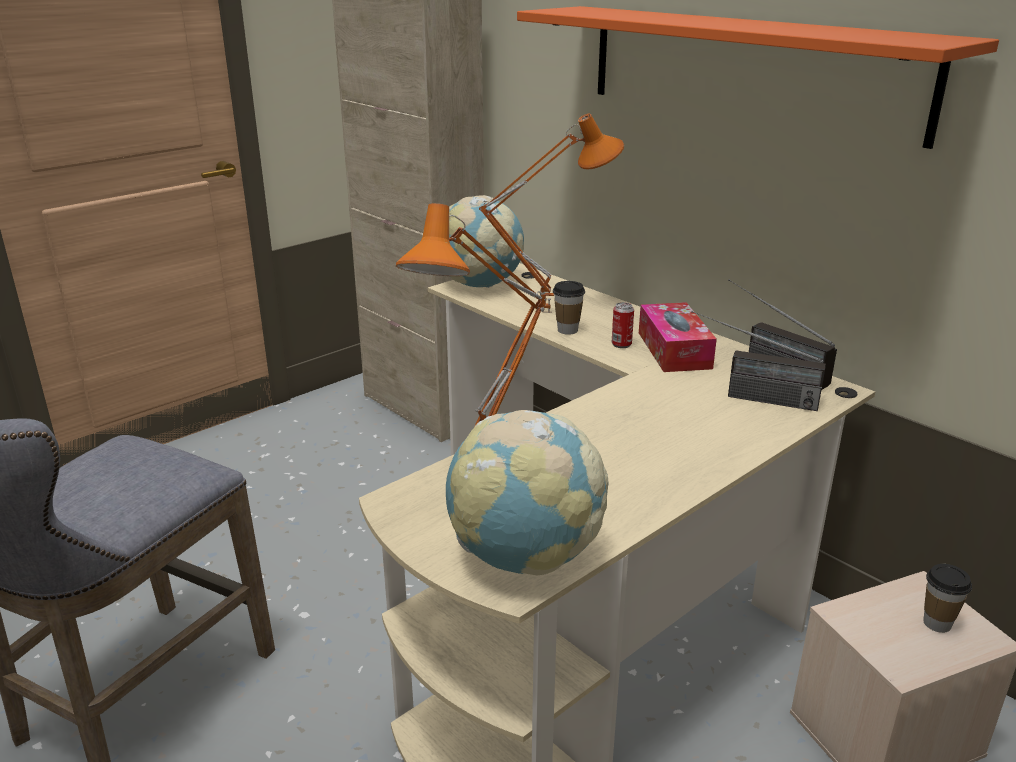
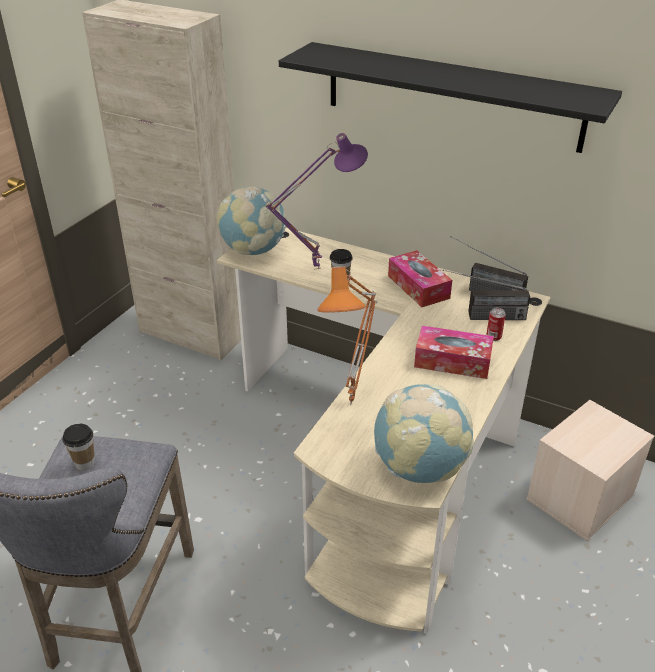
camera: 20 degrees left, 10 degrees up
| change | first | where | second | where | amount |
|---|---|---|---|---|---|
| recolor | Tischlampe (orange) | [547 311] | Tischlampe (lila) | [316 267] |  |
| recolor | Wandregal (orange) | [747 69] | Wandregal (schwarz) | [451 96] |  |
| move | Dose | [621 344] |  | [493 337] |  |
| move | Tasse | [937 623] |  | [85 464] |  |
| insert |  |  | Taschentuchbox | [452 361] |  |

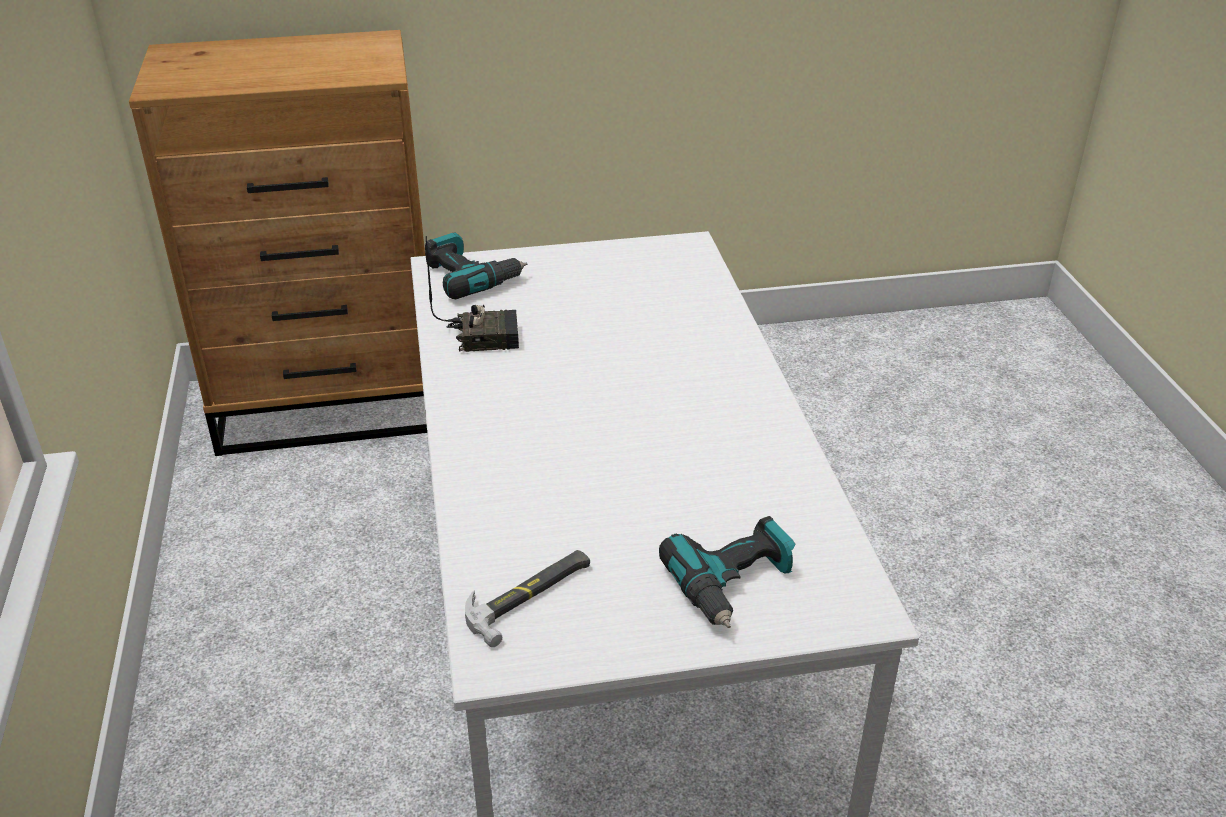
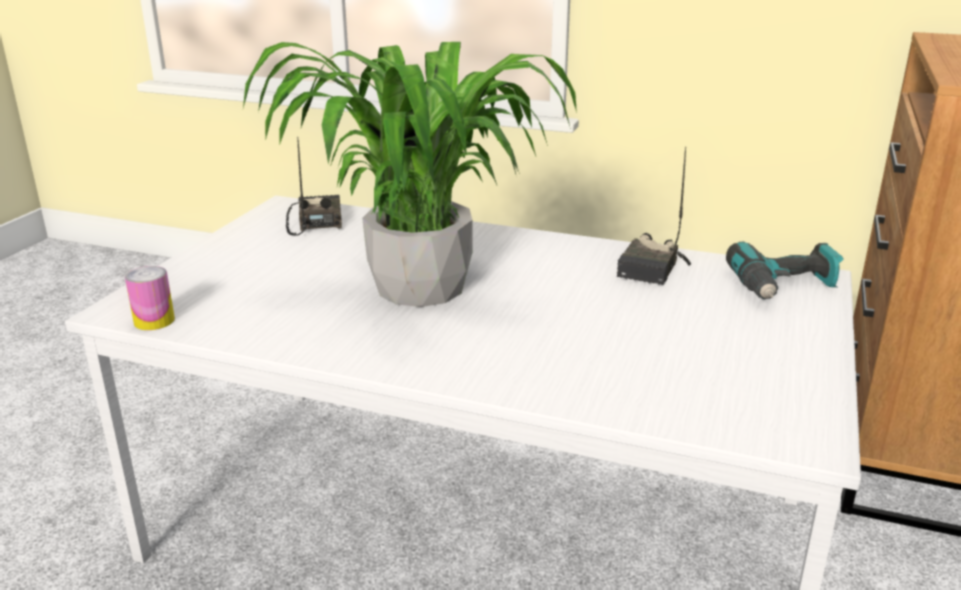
camera: 120 degrees right, 10 degrees down
| change | first | where | second | where | amount |
|---|---|---|---|---|---|
| replace | Hammer | [530 597] | Radio | [315 222] |  |
| delete | Bohrmaschine | [734 585] |  |  |  |
| insert |  |  | Dose | [154 321] |  |
| insert |  |  | Topfpflanze | [422 287] |  |

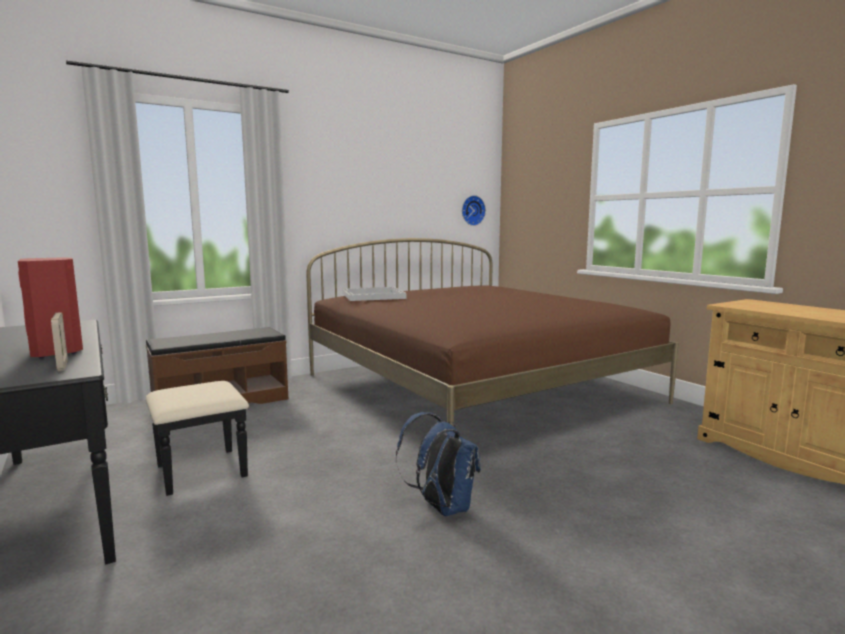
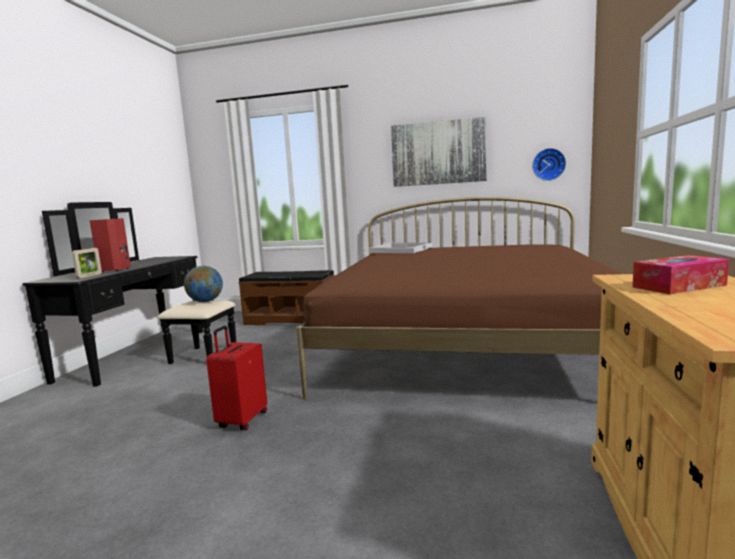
camera: 45 degrees right, 0 degrees up
| change | first | where | second | where | amount |
|---|---|---|---|---|---|
| replace | Rucksack (blau) | [441 507] | Koffer (rot) | [242 420] |  |
| insert |  |  | Globus | [205 301] |  |
| insert |  |  | Bild | [438 153] |  |
| insert |  |  | Taschentuchbox | [678 286] |  |

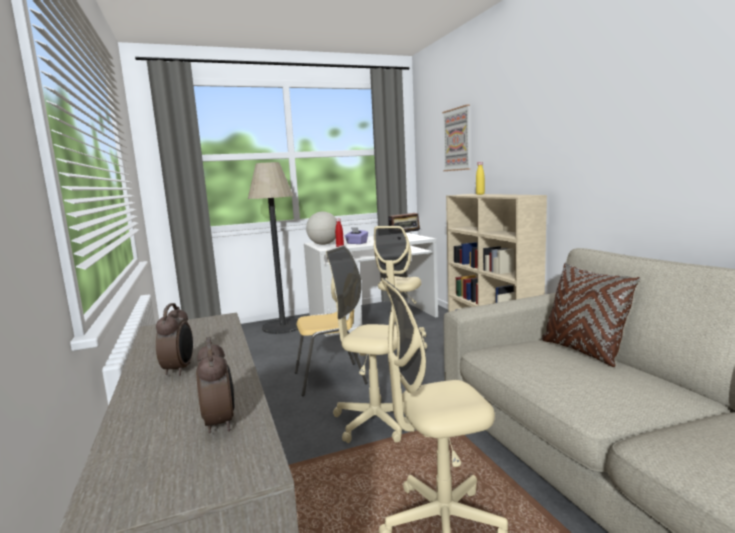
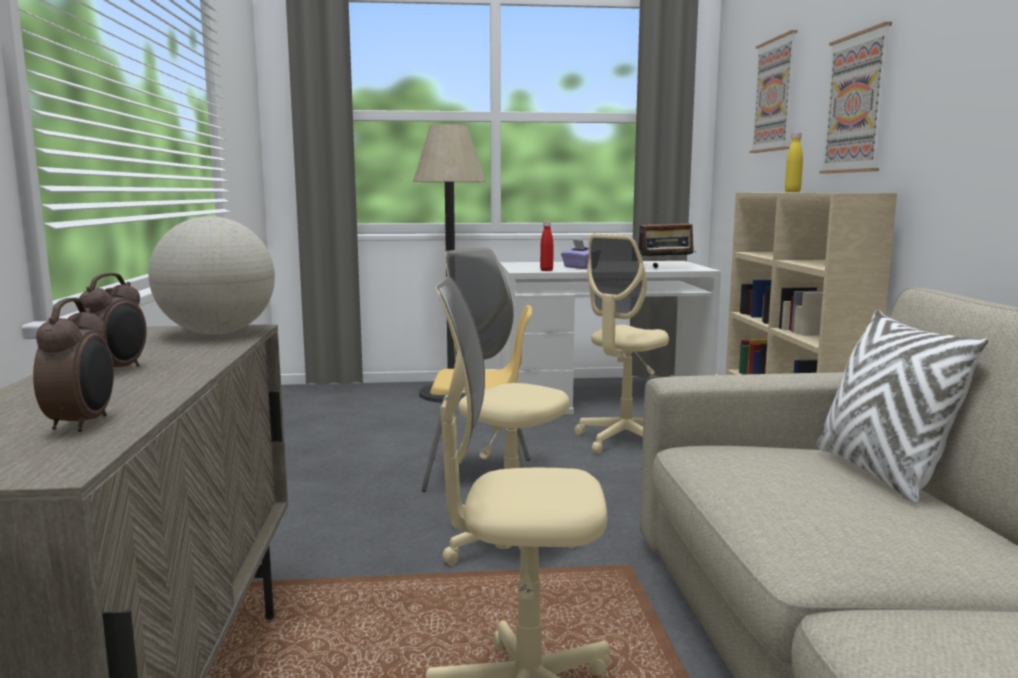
camera: 15 degrees right, 0 degrees up
| change | first | where | second | where | amount |
|---|---|---|---|---|---|
| move | Globus | [324 244] |  | [217 333] |  |
| recolor | Kissen (braun) | [582 351] | Kissen (weiß) | [880 474] |  |
| insert |  |  | Bild | [856 103] |  |

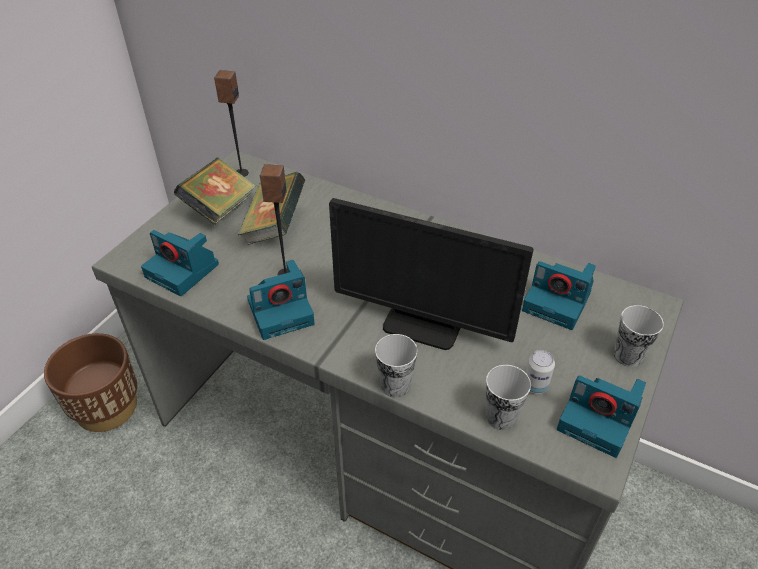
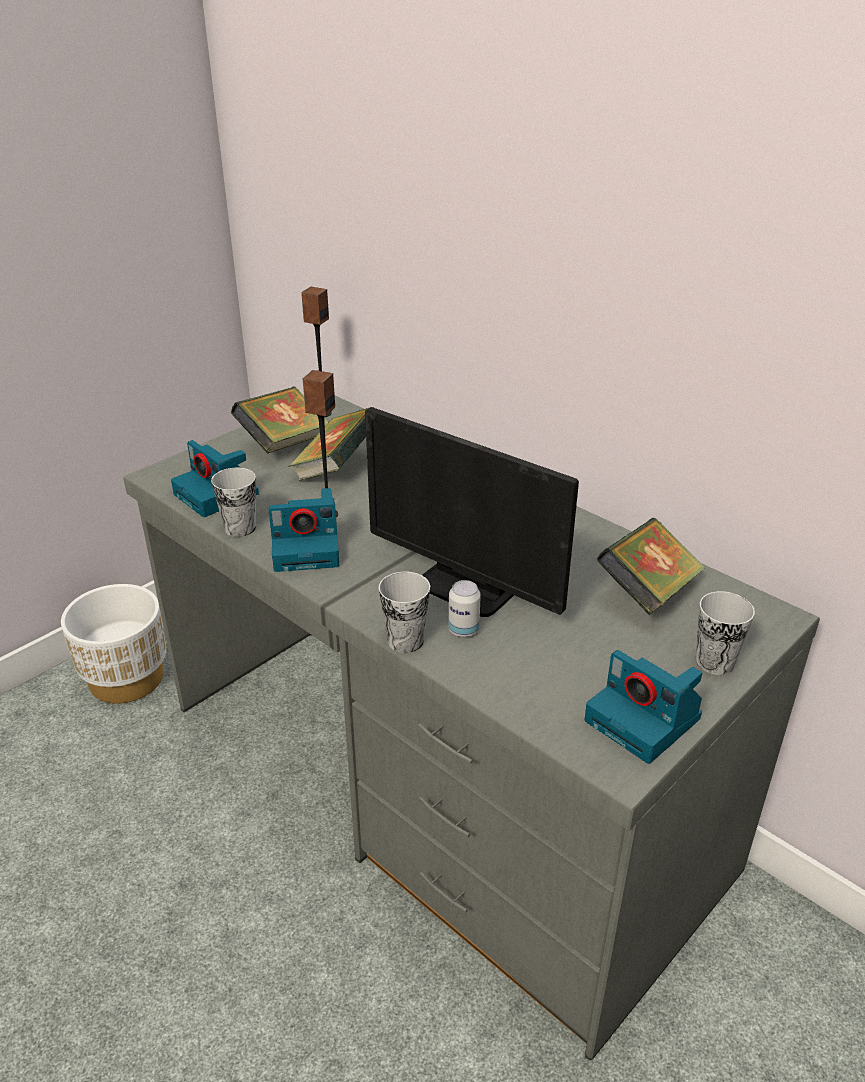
camera: 15 degrees right, 10 degrees down
| change | first | where | second | where | amount |
|---|---|---|---|---|---|
| recolor | Pflanzkübel (braun) | [106 407] | Pflanzkübel (weiß) | [126 679] |  |
| move | Tasse | [501 417] |  | [240 528] |  |
| replace | Kamera | [558 302] | Buch | [647 592] |  |
| move | Dose | [535 386] |  | [463 630] |  |

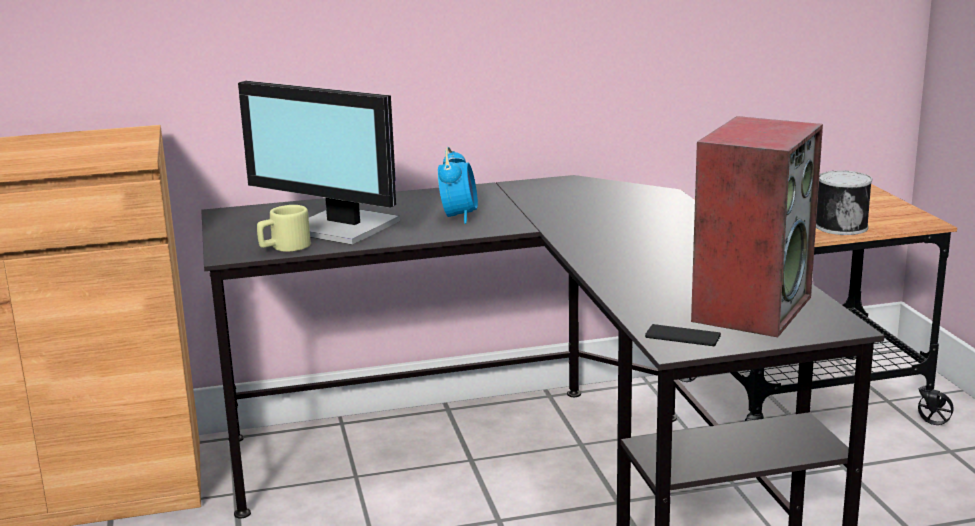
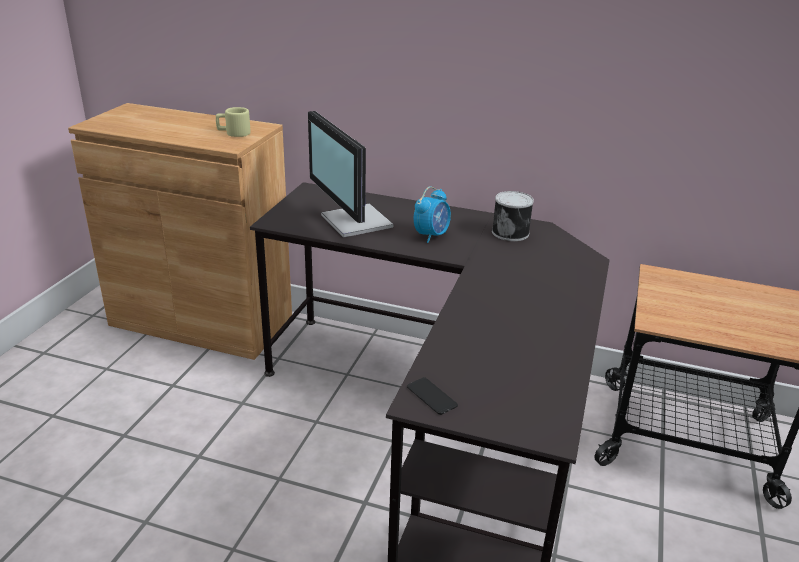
camera: 30 degrees right, 10 degrees up
| change | first | where | second | where | amount |
|---|---|---|---|---|---|
| move | Henkelbecher (beige) | [284 247] |  | [233 133] |  |
| delete | Lautsprecher | [750 308] |  |  |  |
| move | Dose | [841 226] |  | [511 232] |  |

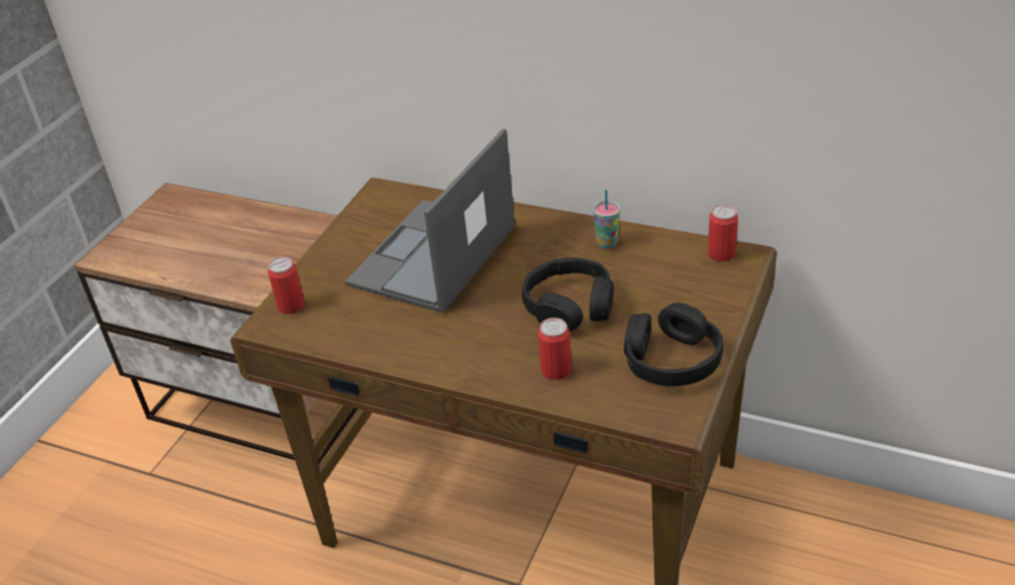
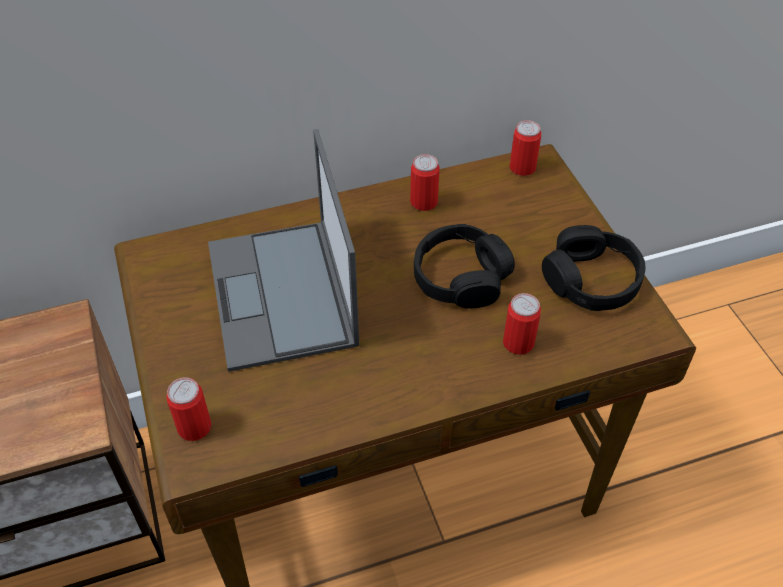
camera: 45 degrees left, 10 degrees up
| change | first | where | second | where | amount |
|---|---|---|---|---|---|
| replace | Tasse | [607 243] | Dose | [423 202] |  |

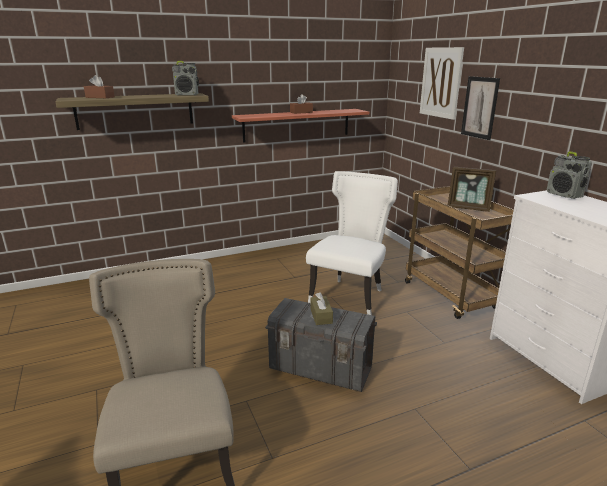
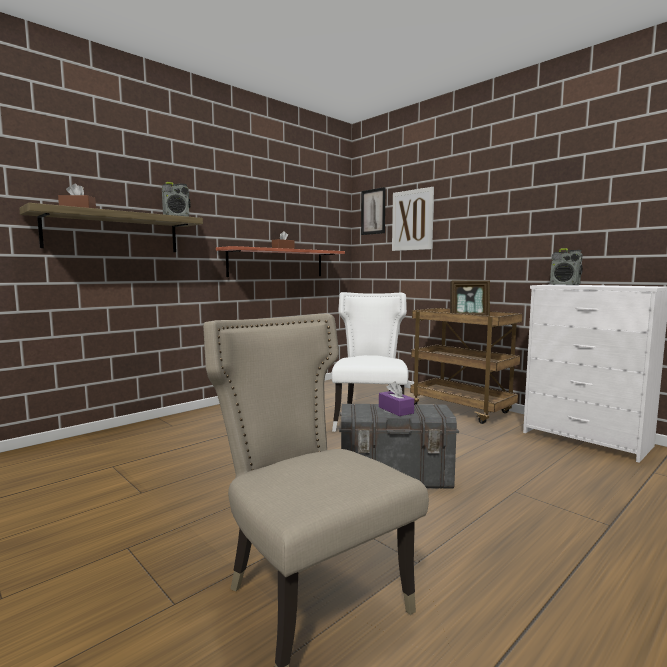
camera: 20 degrees left, 15 degrees down
| change | first | where | second | where | amount |
|---|---|---|---|---|---|
| recolor | Taschentuchbox (braun) | [321 316] | Taschentuchbox (lila) | [395 410] |  |
| move | Bild | [480 107] |  | [373 211] |  |

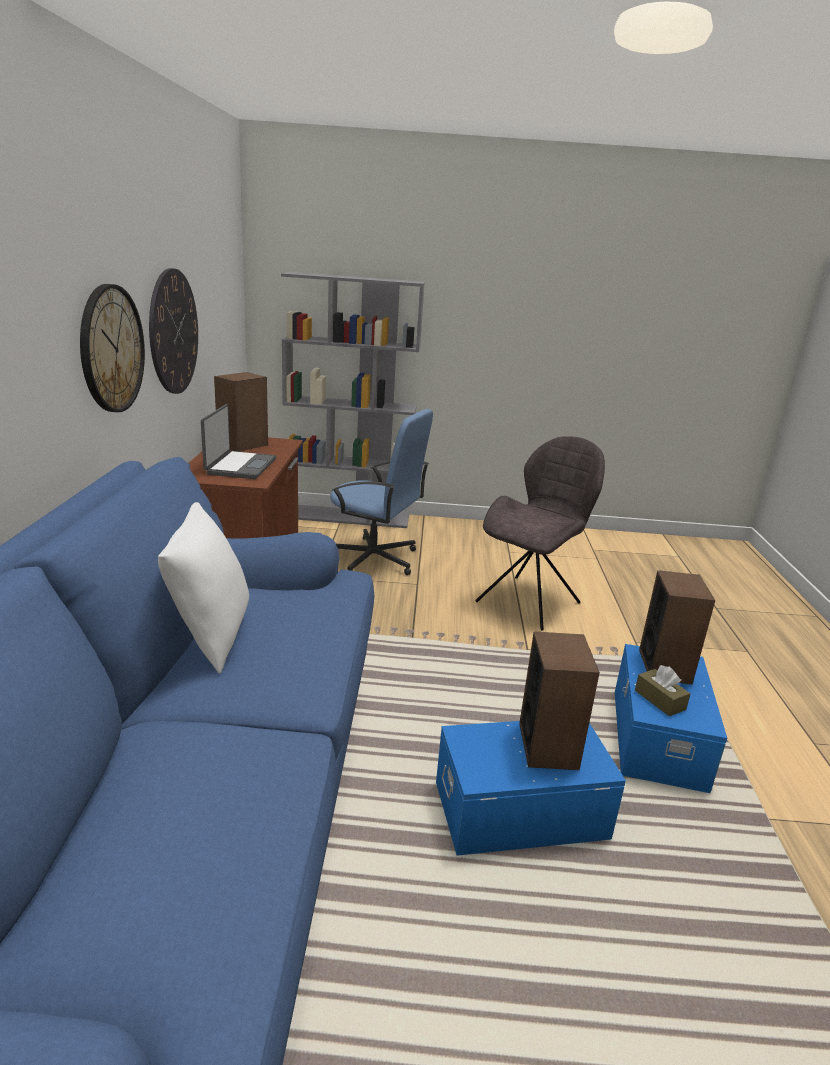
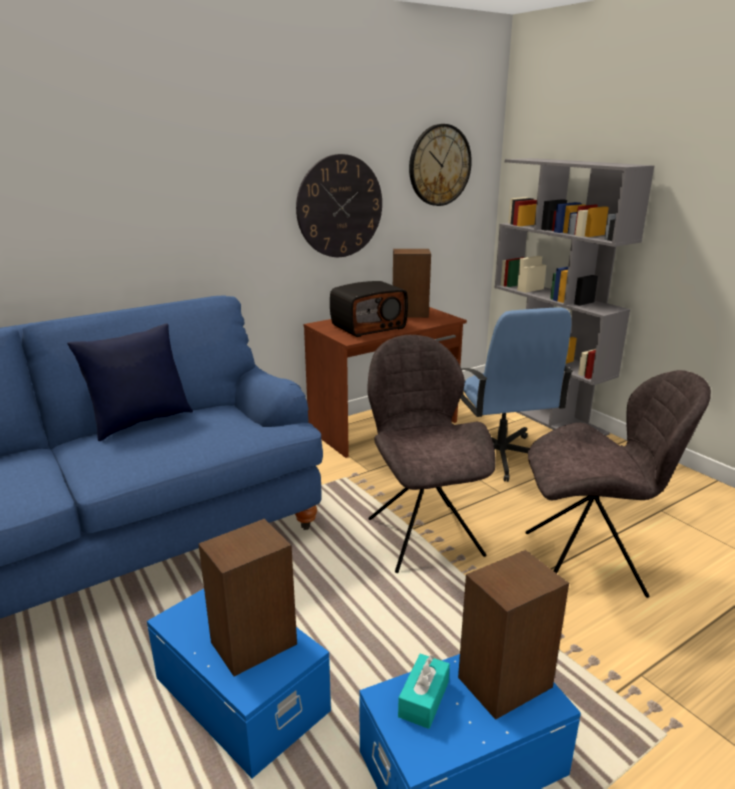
camera: 55 degrees right, 0 degrees up
| change | first | where | second | where | amount |
|---|---|---|---|---|---|
| move | Wanduhr | [111 349] |  | [439 165] |  |
| recolor | Kissen (weiß) | [210 637] | Kissen (blau) | [140 422] |  |
| replace | Laptop | [240 466] | Radio | [368 327] |  |
| recolor | Taschentuchbox (braun) | [659 700] | Taschentuchbox (türkis) | [423 699] |  |
| insert |  |  | Stuhl (grau) | [423 534] |  |

